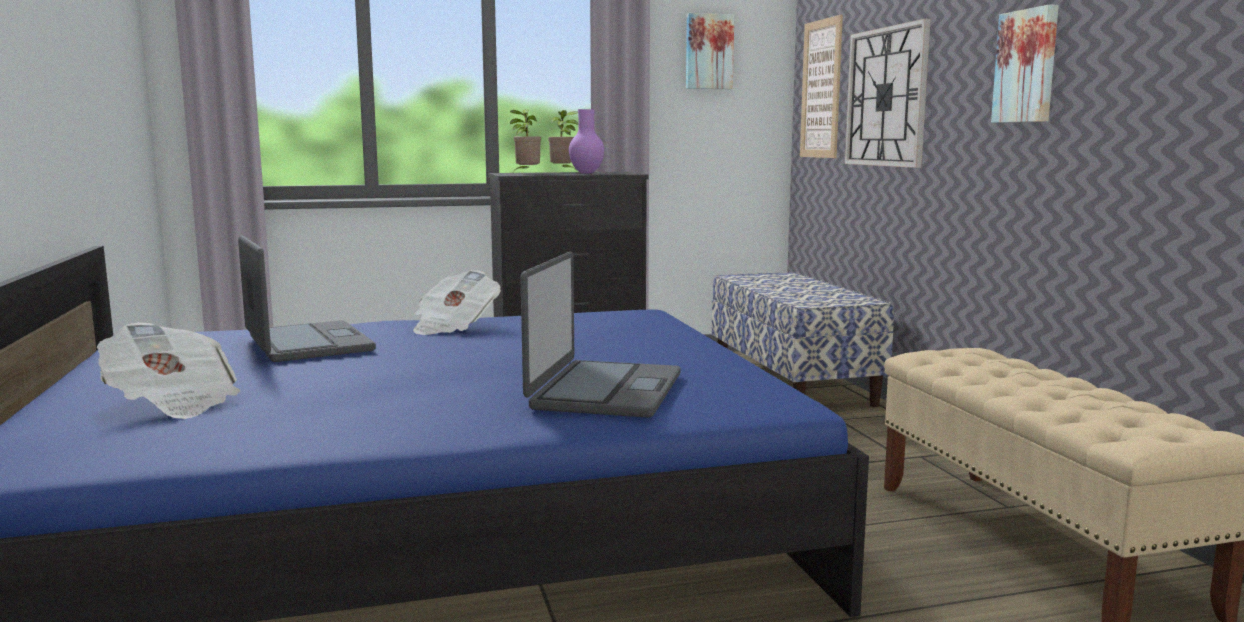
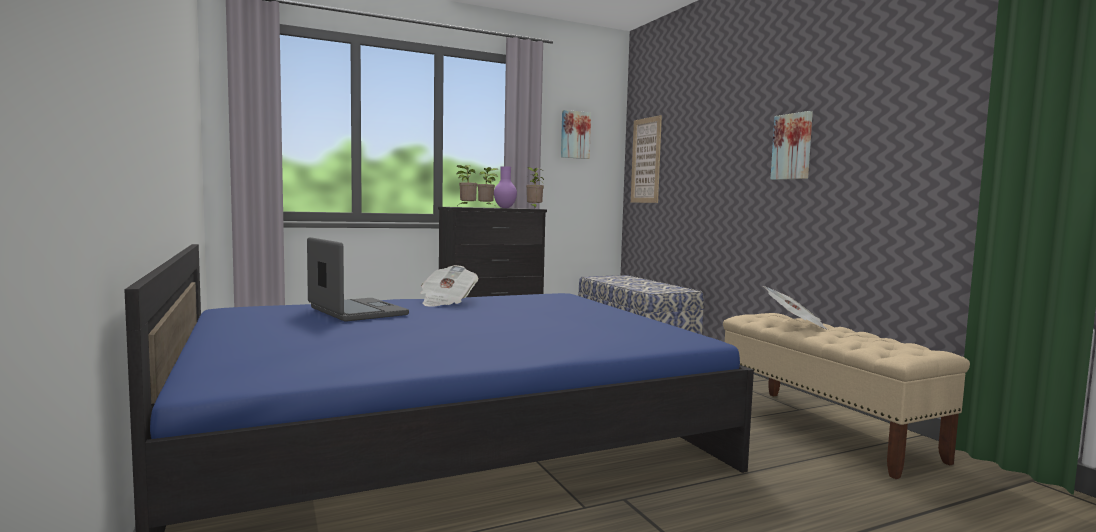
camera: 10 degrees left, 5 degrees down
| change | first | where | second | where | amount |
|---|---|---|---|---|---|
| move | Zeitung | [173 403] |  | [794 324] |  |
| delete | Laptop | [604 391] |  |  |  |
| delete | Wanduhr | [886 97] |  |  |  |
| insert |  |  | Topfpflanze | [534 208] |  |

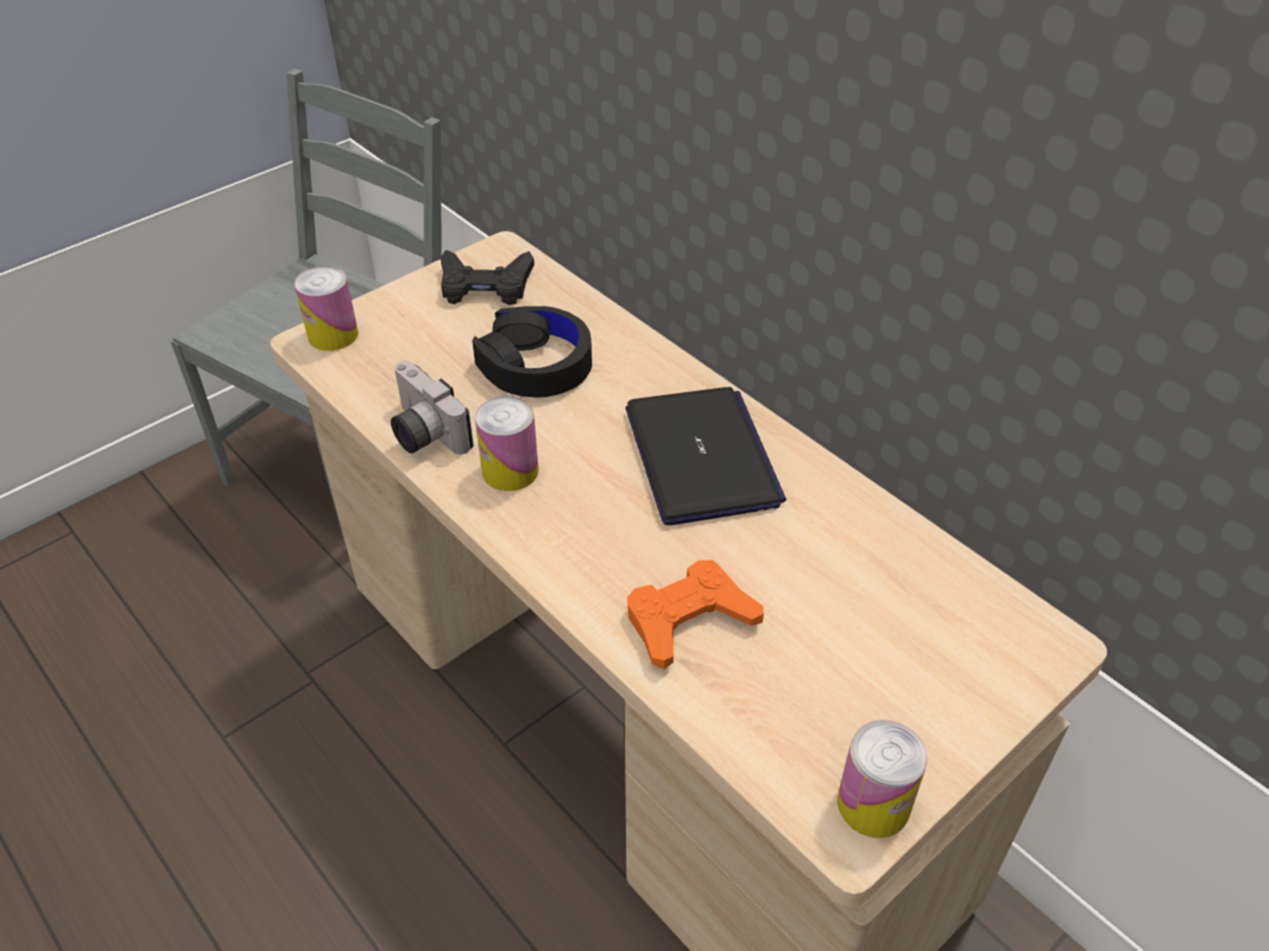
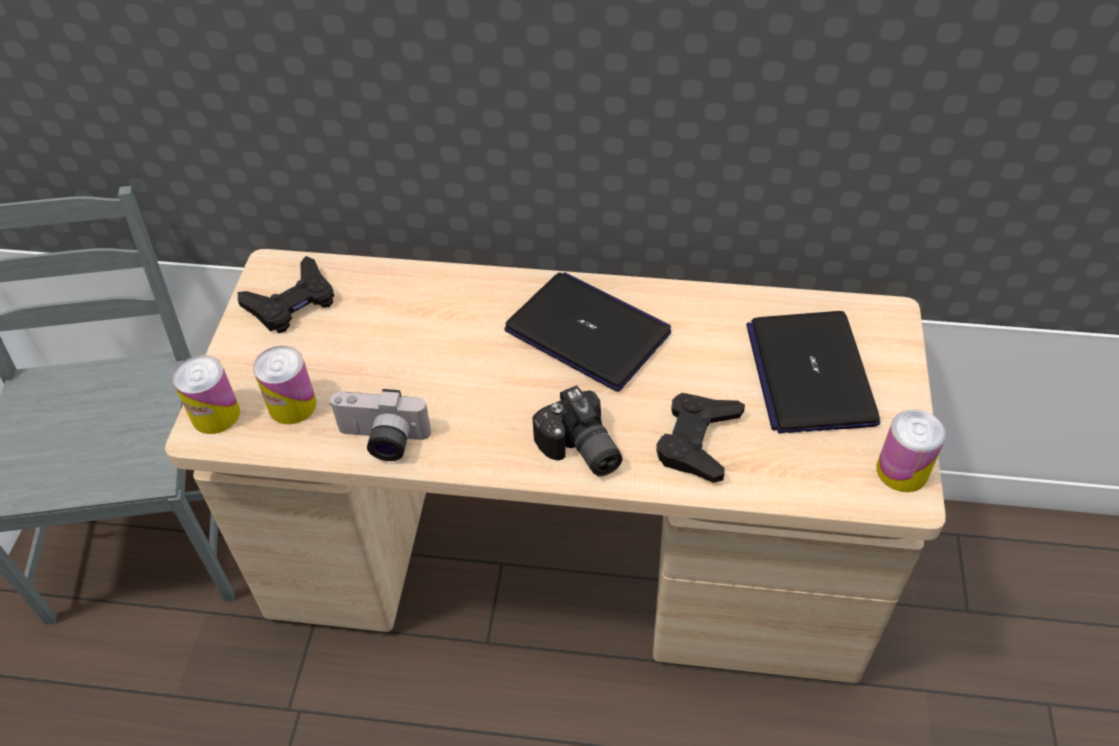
camera: 40 degrees left, 5 degrees up
| change | first | where | second | where | amount |
|---|---|---|---|---|---|
| delete | Kopfhörer (schwarz) | [535 364] |  |  |  |
| move | Dose | [510 471] |  | [292 405] |  |
| recolor | Gamepad (orange) | [689 619] | Gamepad (schwarz) | [697 441] |  |
| insert |  |  | Kamera | [579 450] |  |
| insert |  |  | Laptop | [810 373] |  |

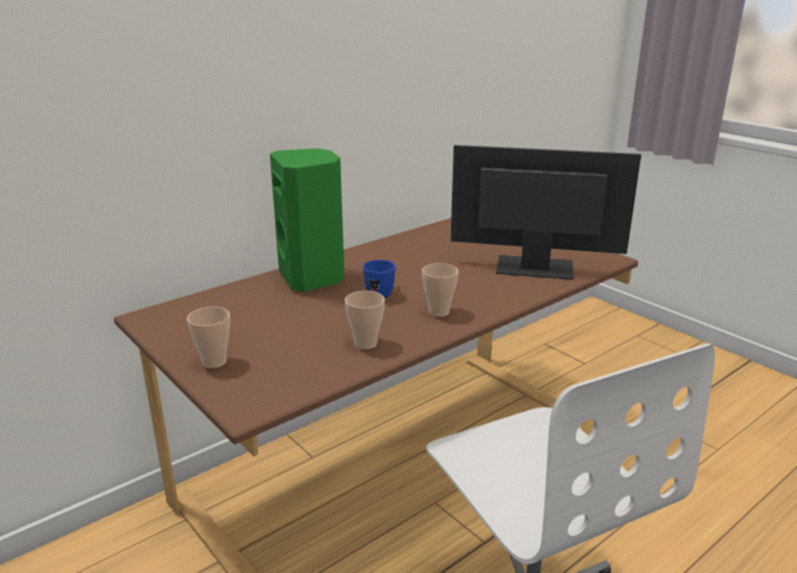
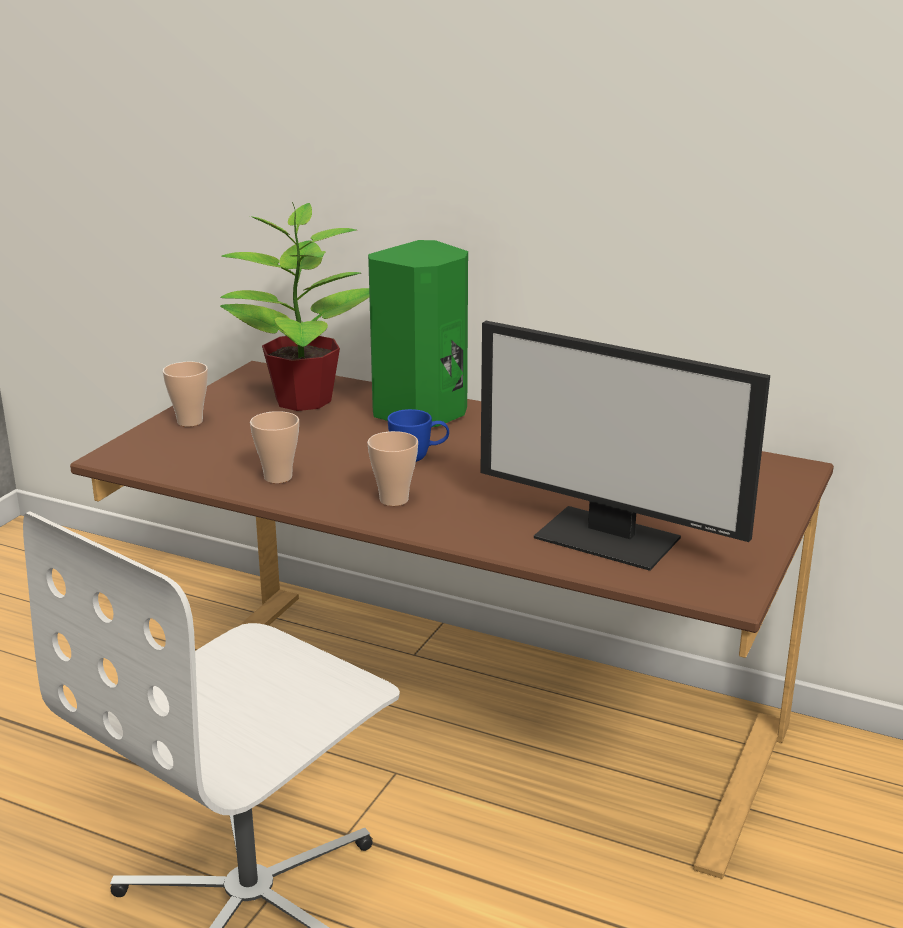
camera: 65 degrees right, 0 degrees up
| change | first | where | second | where | amount |
|---|---|---|---|---|---|
| rotate | Monitor | [533 268] |  | [610 537] | 135 degrees clockwise |
| insert |  |  | Topfpflanze | [301 400] |  |

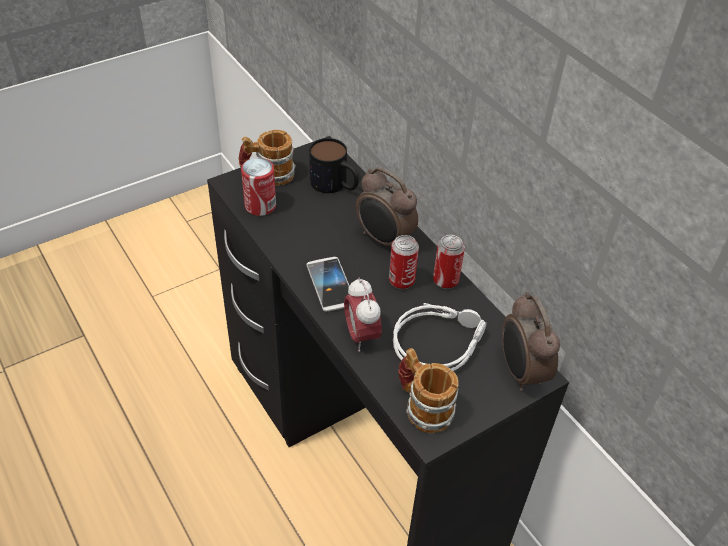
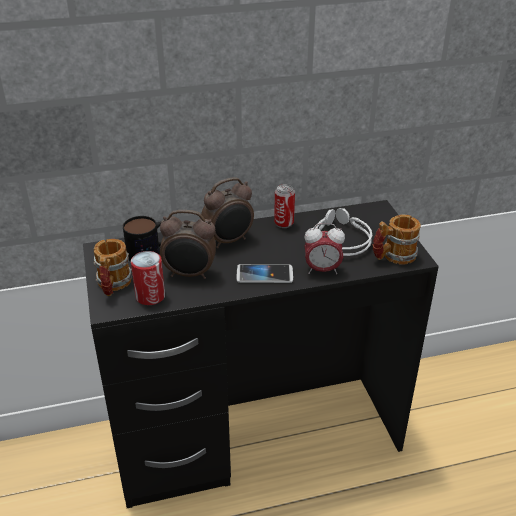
camera: 70 degrees left, 10 degrees down
| change | first | where | second | where | amount |
|---|---|---|---|---|---|
| delete | Dose | [401 281] |  |  |  |
| move | Wecker | [520 372] |  | [190 274] |  |

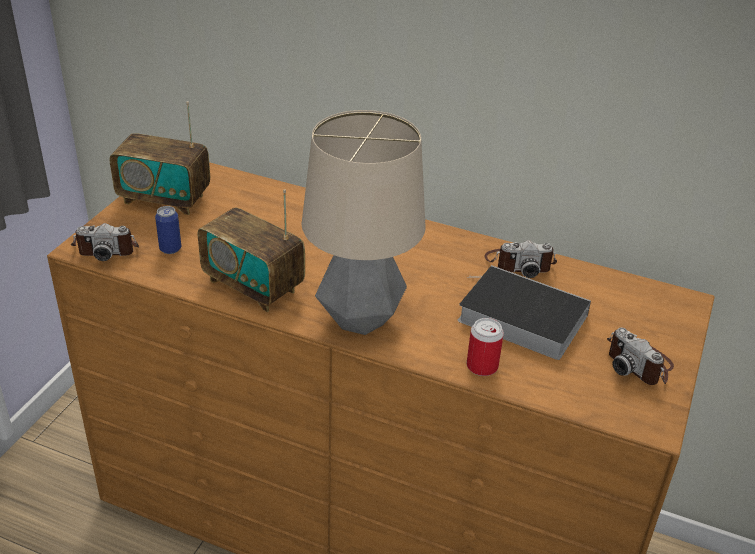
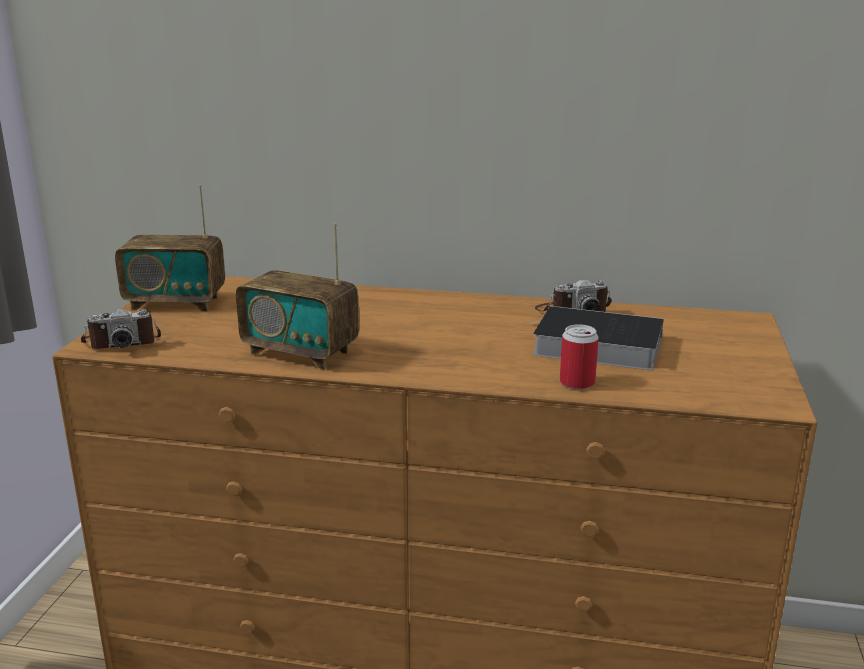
camera: 10 degrees left, 15 degrees down
| change | first | where | second | where | amount |
|---|---|---|---|---|---|
| delete | Dose | [170 249] |  |  |  |
| delete | Tischlampe | [359 319] |  |  |  |
| delete | Kamera | [639 363] |  |  |  |

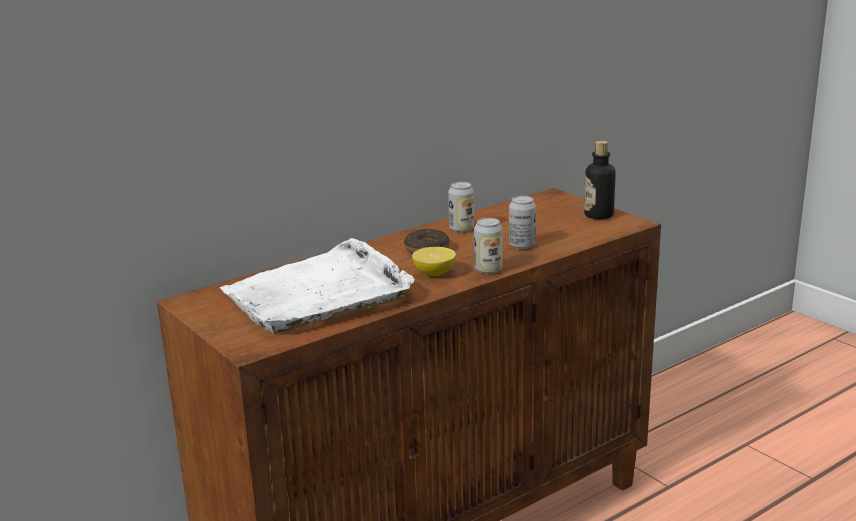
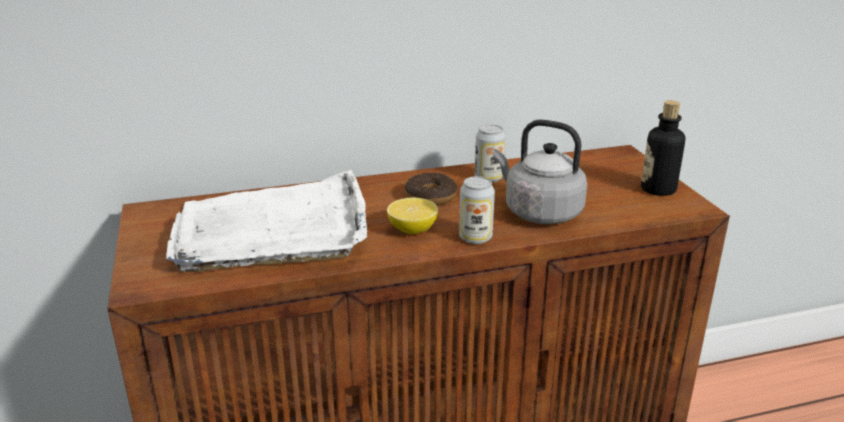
camera: 20 degrees right, 5 degrees up
| change | first | where | second | where | amount |
|---|---|---|---|---|---|
| replace | Dose | [522 245] | Wasserkessel (grau) | [539 212] |  |

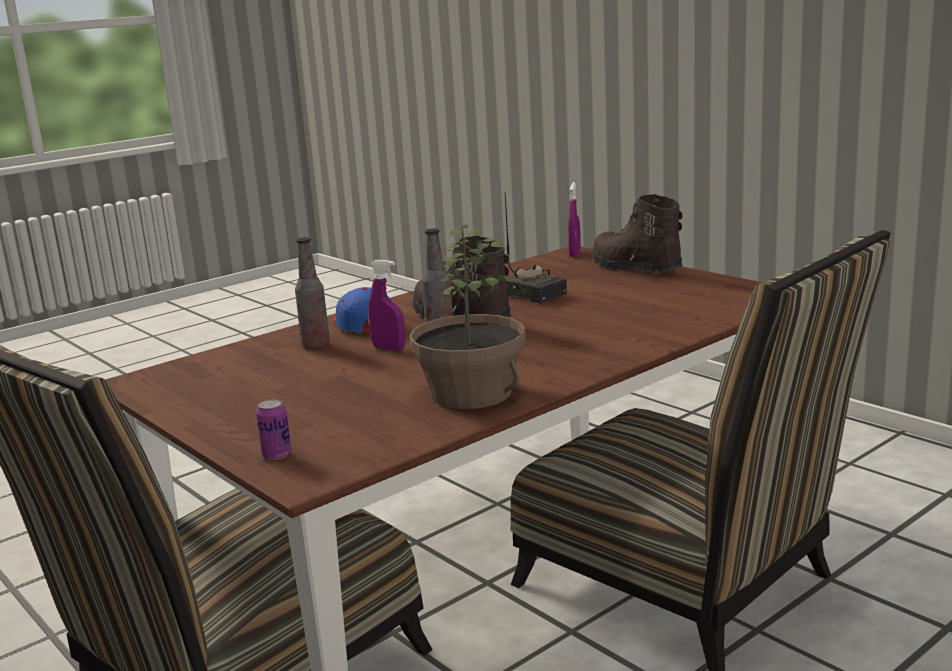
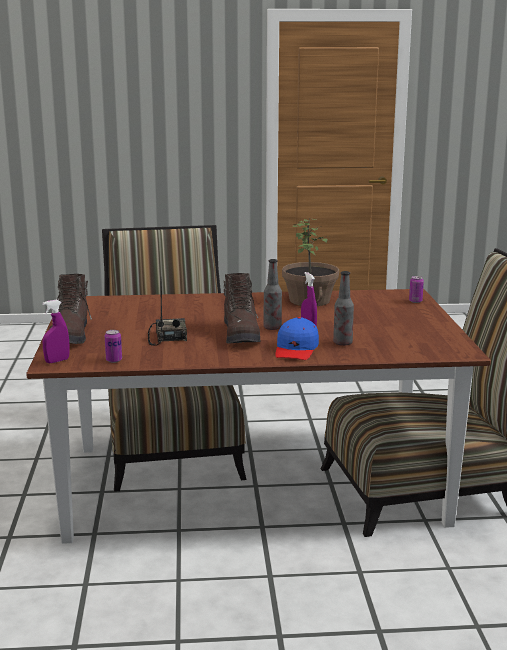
camera: 145 degrees left, 0 degrees up
| change | first | where | second | where | amount |
|---|---|---|---|---|---|
| insert |  |  | Dose | [114 360] |  |

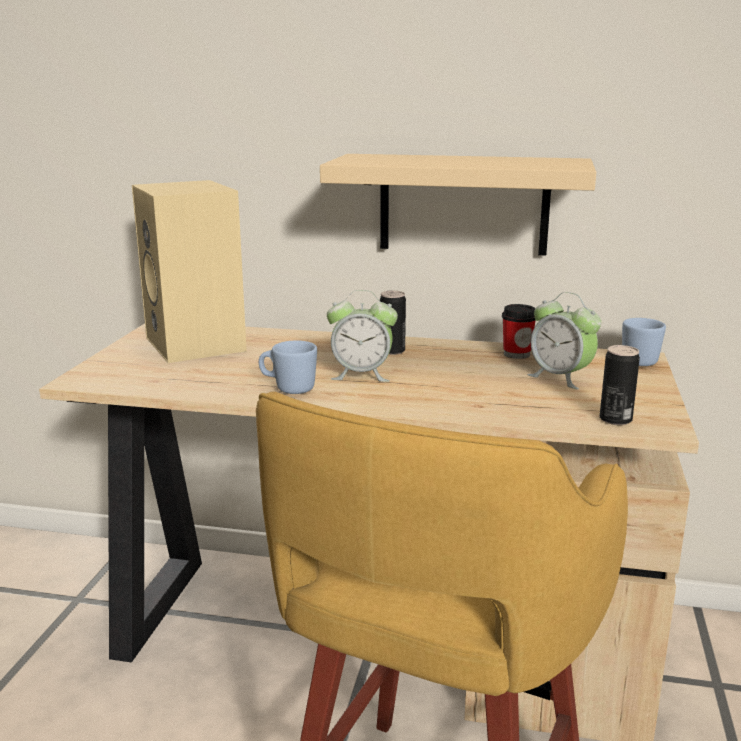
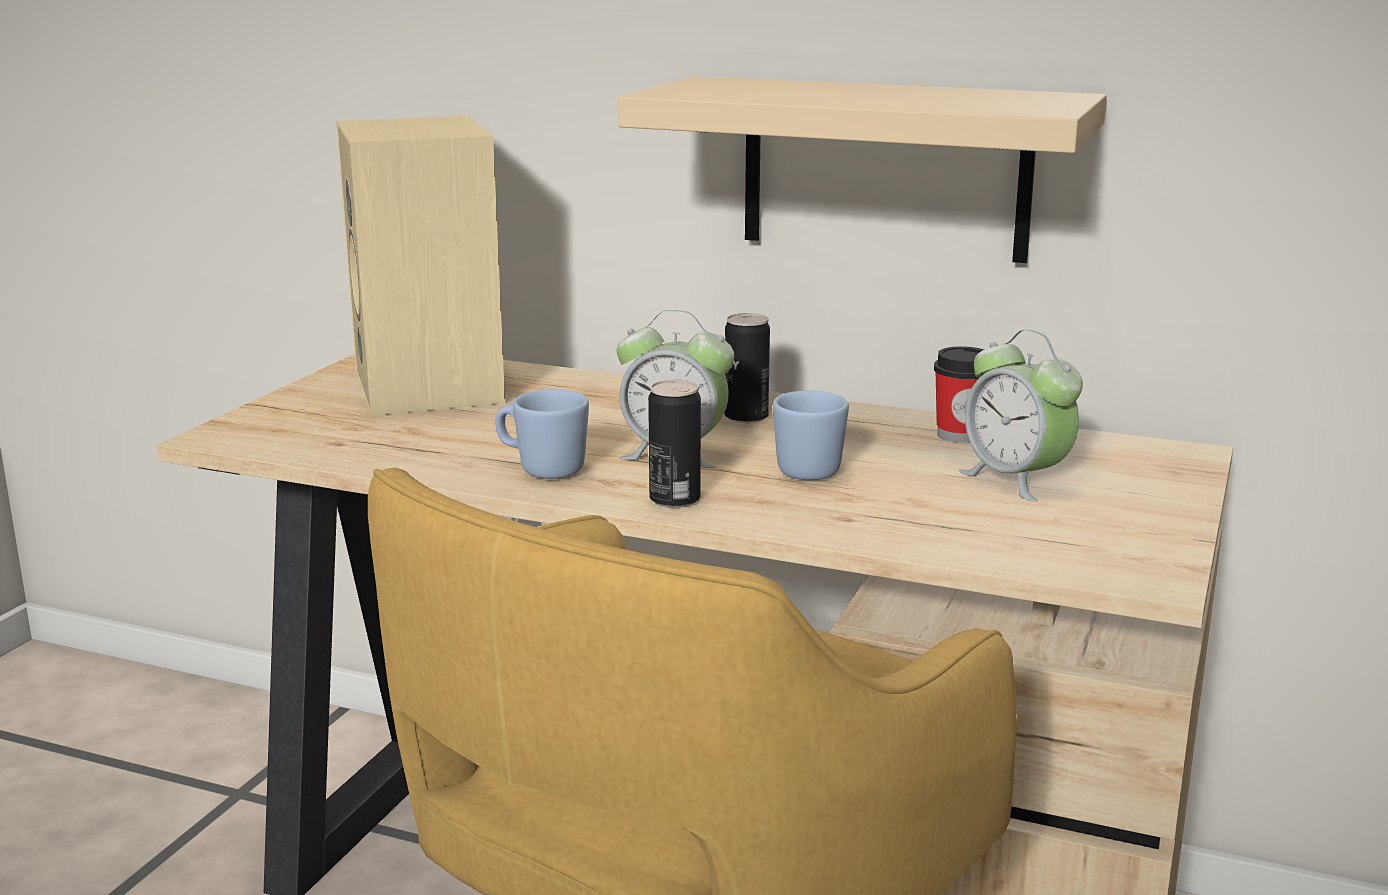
camera: 10 degrees right, 0 degrees up
| change | first | where | second | where | amount |
|---|---|---|---|---|---|
| move | Dose | [615 419] |  | [674 499] |  |
| move | Henkelbecher (blau) | [640 360] |  | [815 469] |  |

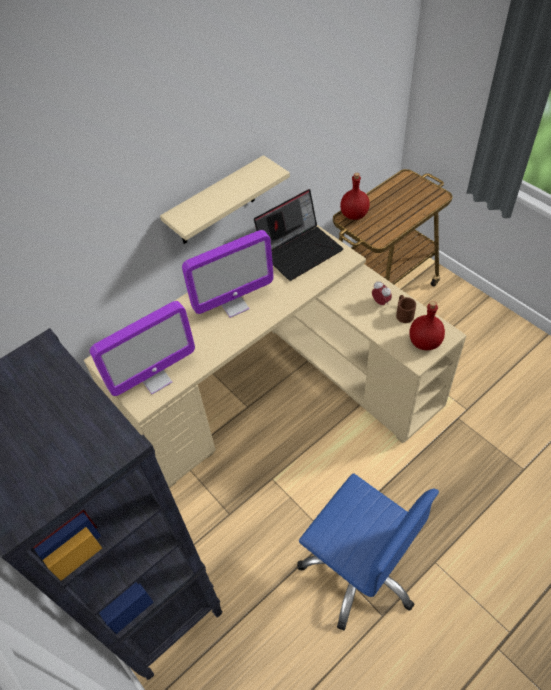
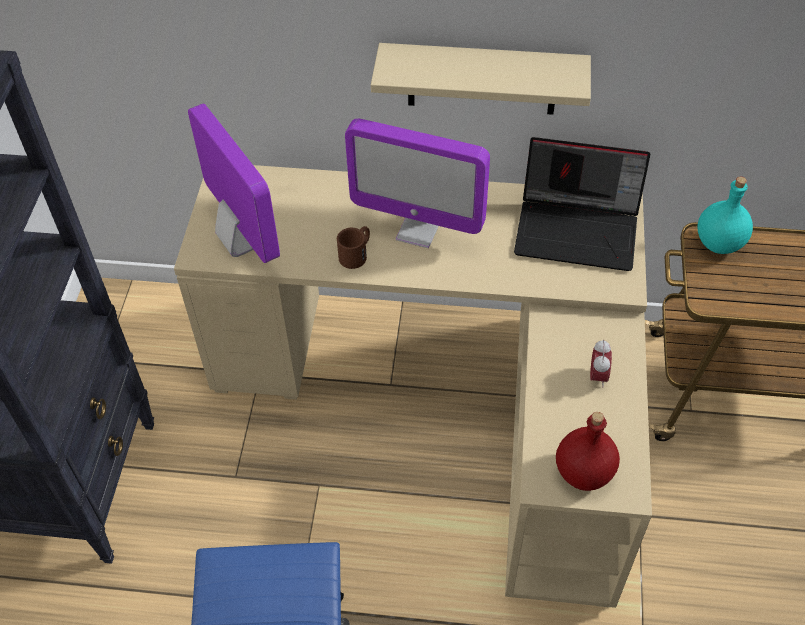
camera: 45 degrees right, 0 degrees up
| change | first | where | second | where | amount |
|---|---|---|---|---|---|
| rotate | Monitor | [155 380] |  | [242 240] | 135 degrees counterclockwise |
| recolor | Flasche (rot) | [354 214] | Flasche (türkis) | [720 243] |  |
| move | Henkelbecher (braun) | [403 313] |  | [356 254] |  |

